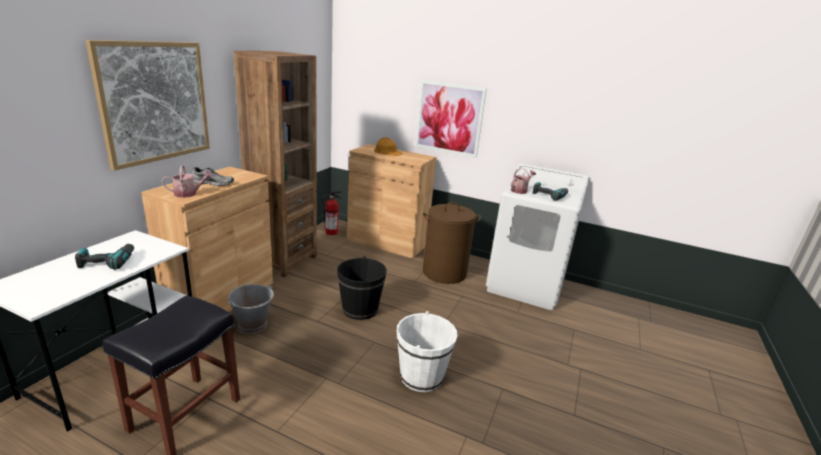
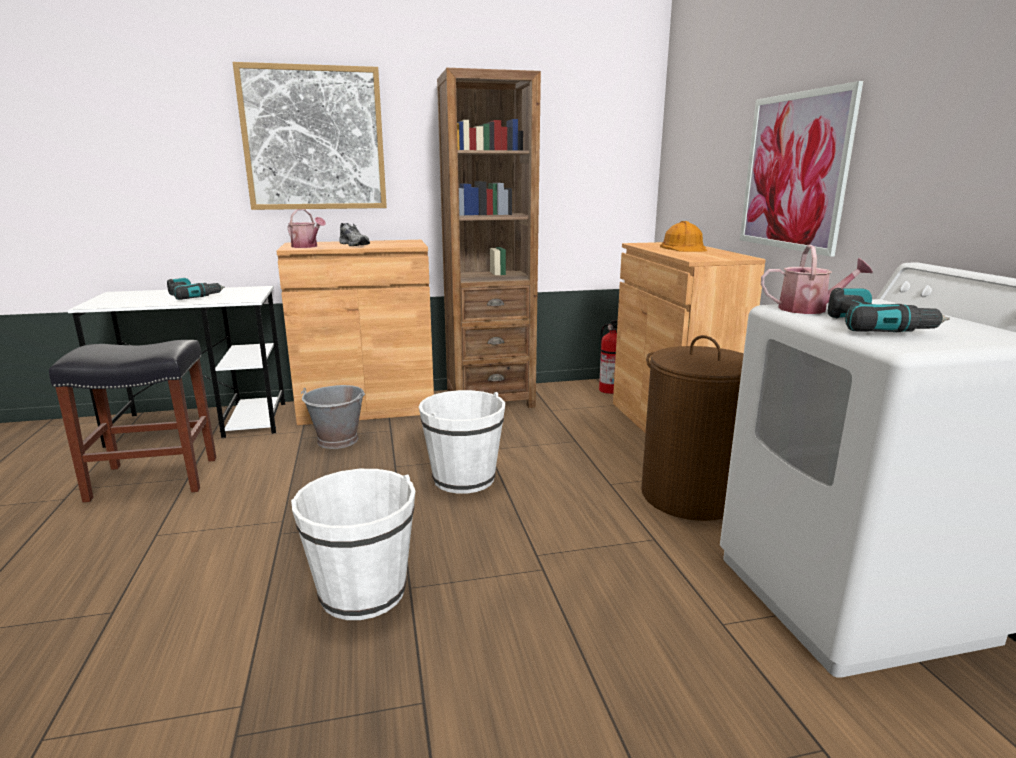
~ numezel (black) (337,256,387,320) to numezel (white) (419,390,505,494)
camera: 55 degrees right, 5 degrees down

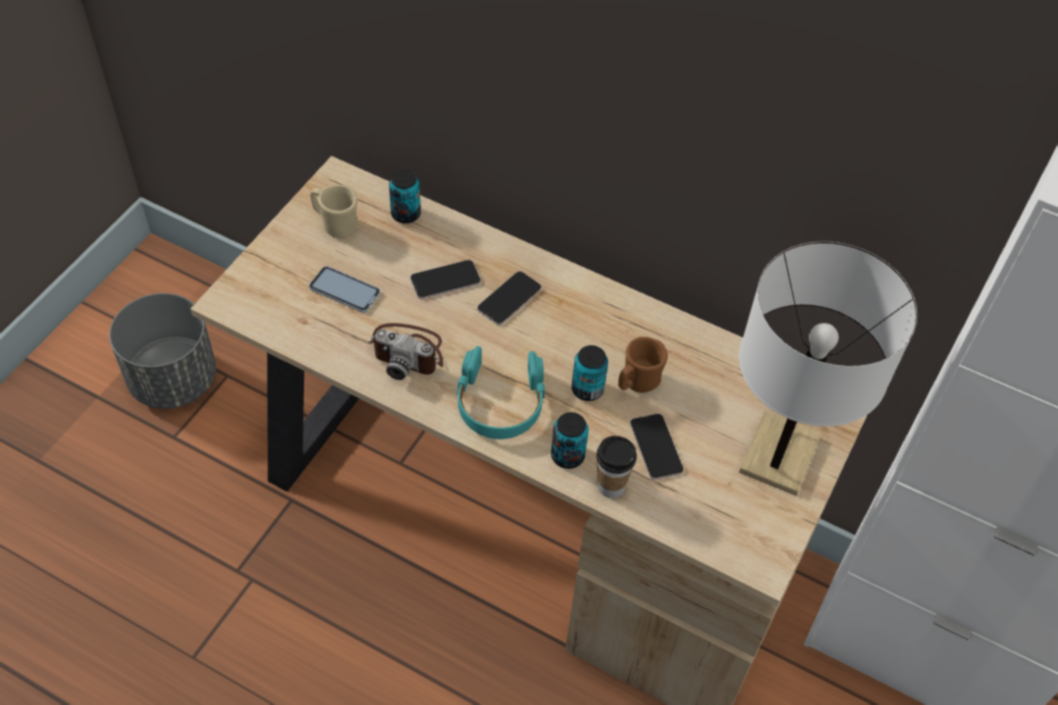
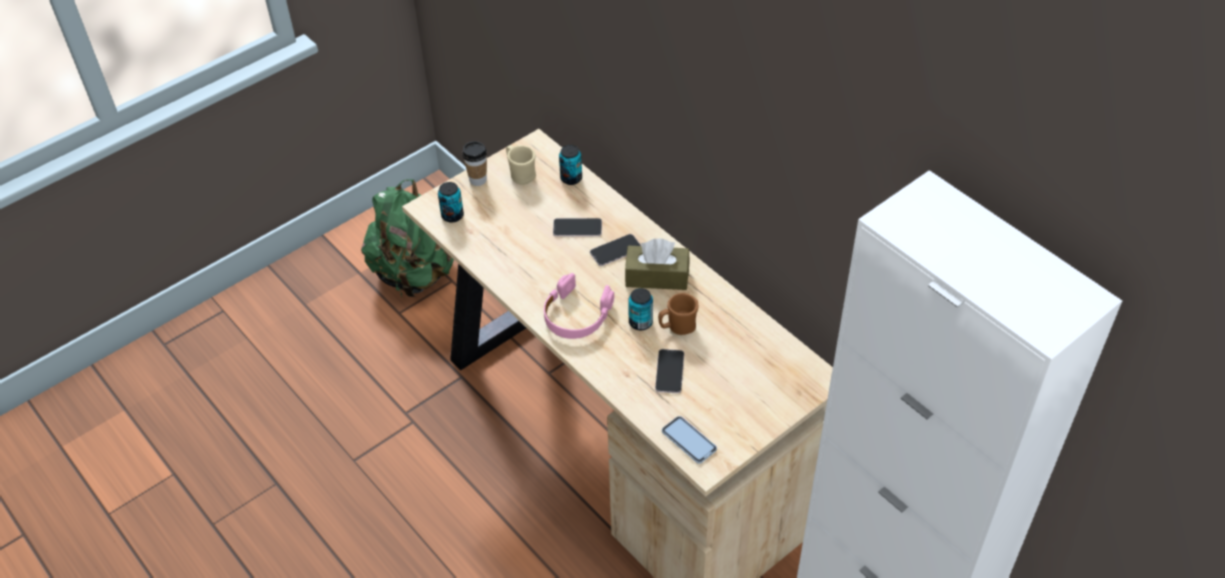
~ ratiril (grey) (109,293,216,409) to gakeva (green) (361,179,454,297)
~ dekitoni (309,266,380,313) to (662,416,717,464)
- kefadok (368,323,443,380)
~ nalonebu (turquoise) (457,346,545,439) to nalonebu (pink) (544,273,614,339)
~ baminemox (551,412,589,469) to (438,182,464,223)
~ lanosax (596,436,637,498) to (462,141,487,186)
- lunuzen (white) (739,241,917,496)
+ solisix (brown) (625,239,690,290)
camera: 25 degrees right, 5 degrees down

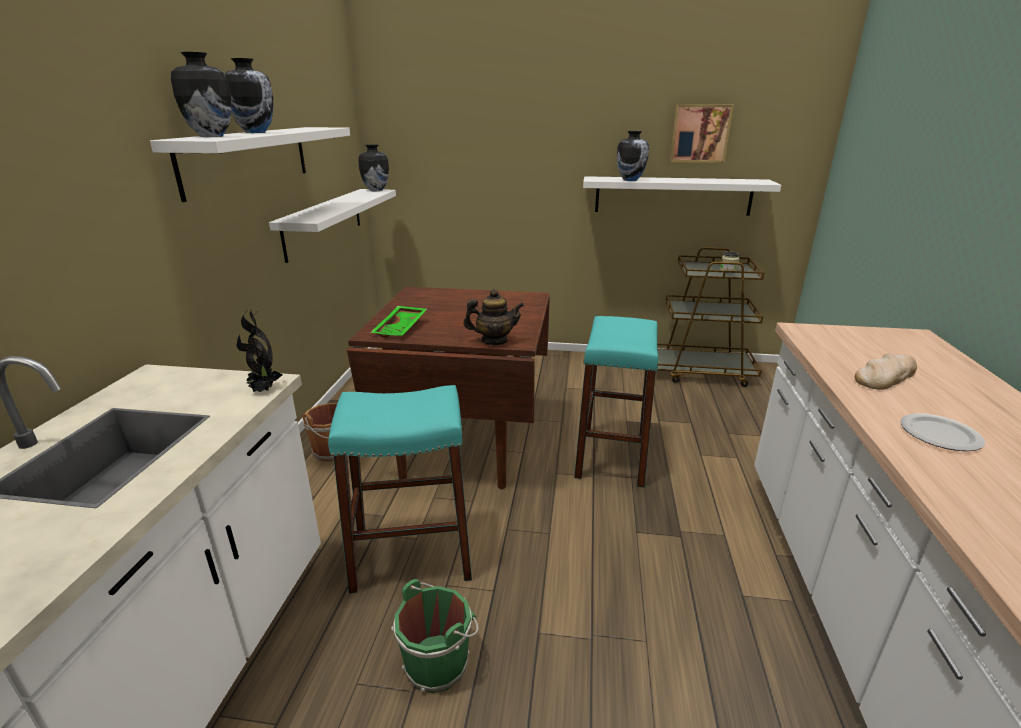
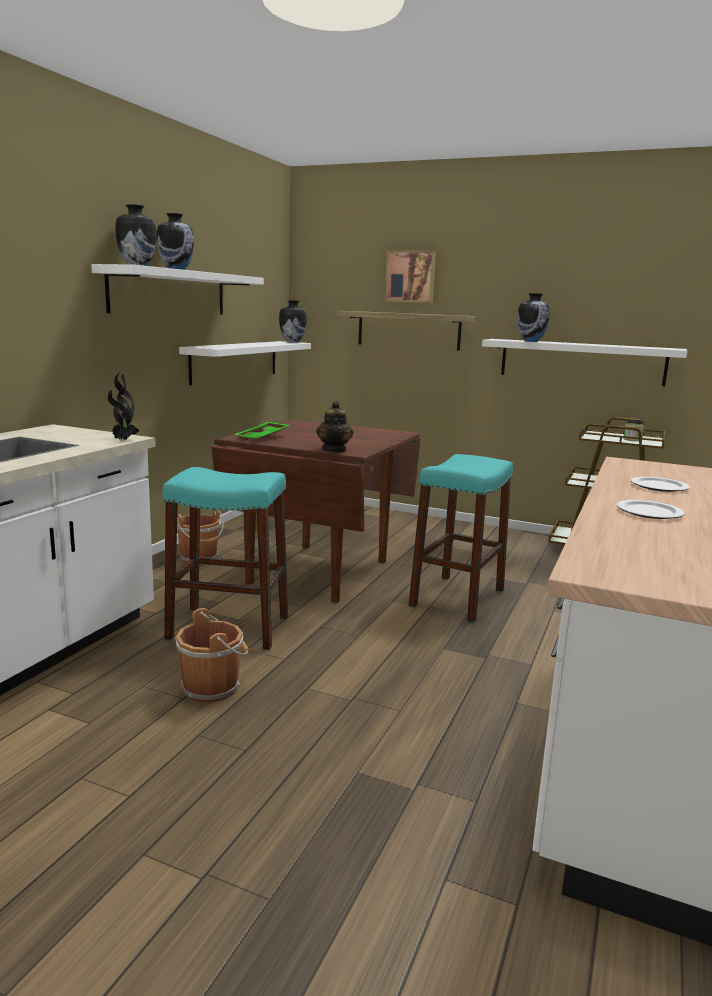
~ numezel (green) (391,579,479,693) to numezel (brown) (175,608,249,703)
~ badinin (463,289,524,345) = (316,401,354,452) 75 degrees clockwise
~ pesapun (670,105,734,163) to (385,250,436,303)
~ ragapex (855,353,917,390) to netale (631,477,690,492)
+ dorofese (336,311,475,351)
camera: 15 degrees right, 10 degrees down

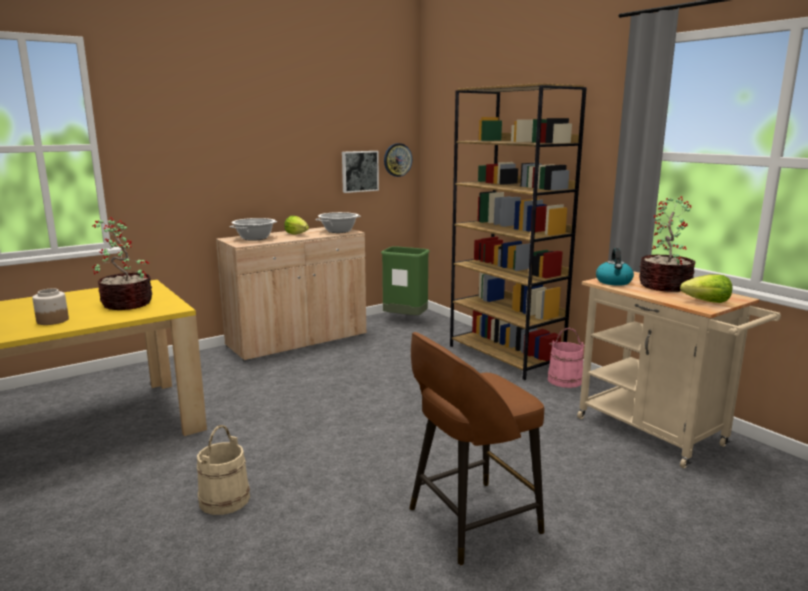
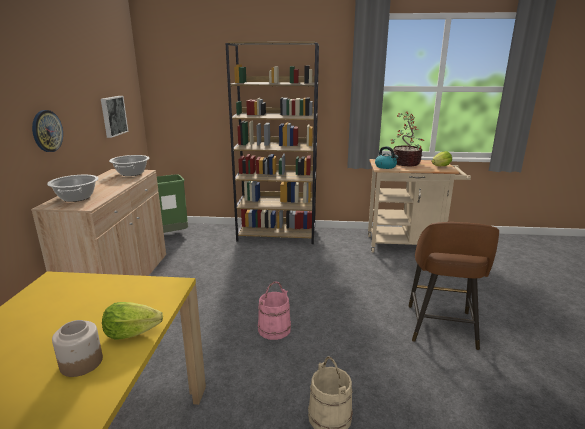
- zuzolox (92,217,152,310)
~ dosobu (284,216,309,235) to (102,302,163,340)
~ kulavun (384,143,412,177) to (32,110,63,152)
~ numezel (pink) (548,328,585,388) to (258,281,291,340)
camera: 50 degrees left, 5 degrees up

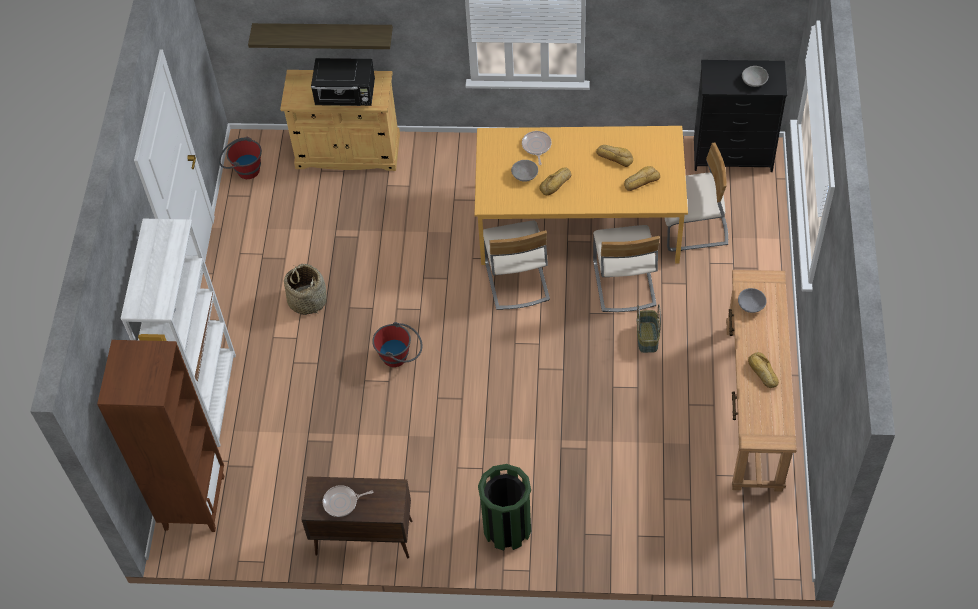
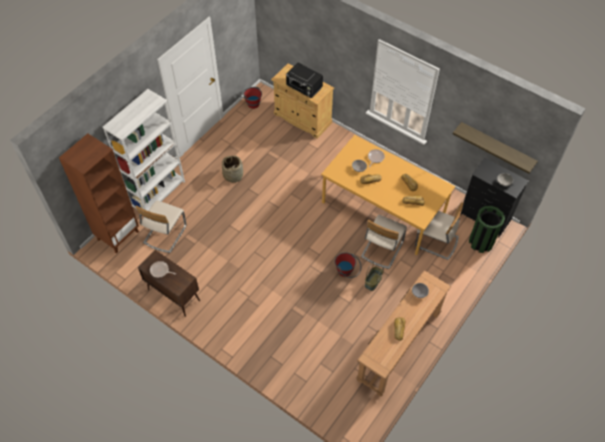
~ dorofese (248,23,393,49) to (453,122,538,174)
~ numezel (red) (372,322,422,367) to (335,252,361,278)
~ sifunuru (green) (478,464,531,551) to (469,206,505,253)
~ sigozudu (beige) (483,221,550,310) to (135,200,186,253)
camera: 30 degrees right, 0 degrees up

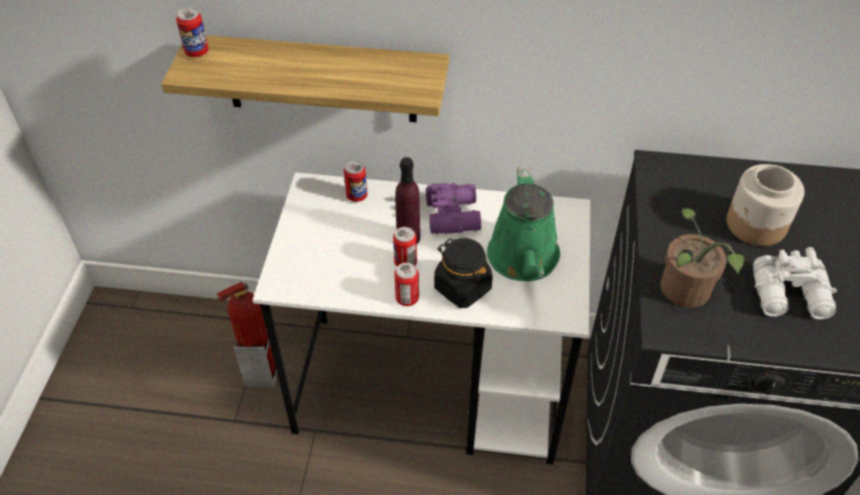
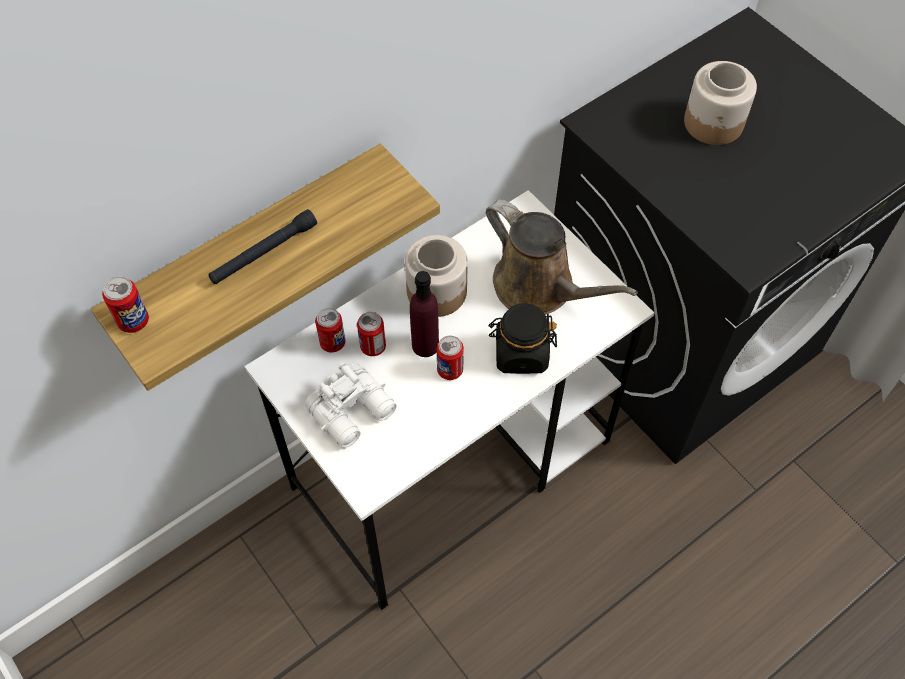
- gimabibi (216,282,277,387)
~ baminemox (394,262,419,306) to (357,312,386,356)
~ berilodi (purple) (426,182,481,234) to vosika (405,235,468,317)
~ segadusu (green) (487,167,560,281) to segadusu (brown) (486,199,638,315)
- zuzolox (660,208,745,308)
~ berilodi (white) (753,247,837,320) to (305,363,397,448)
+ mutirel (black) (208,209,317,284)
camera: 45 degrees left, 10 degrees up

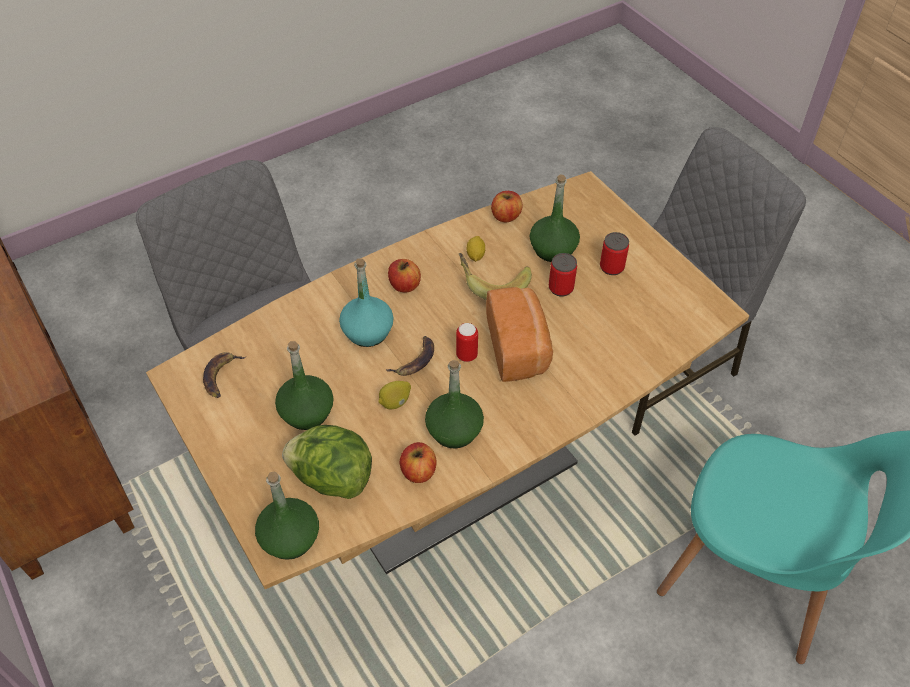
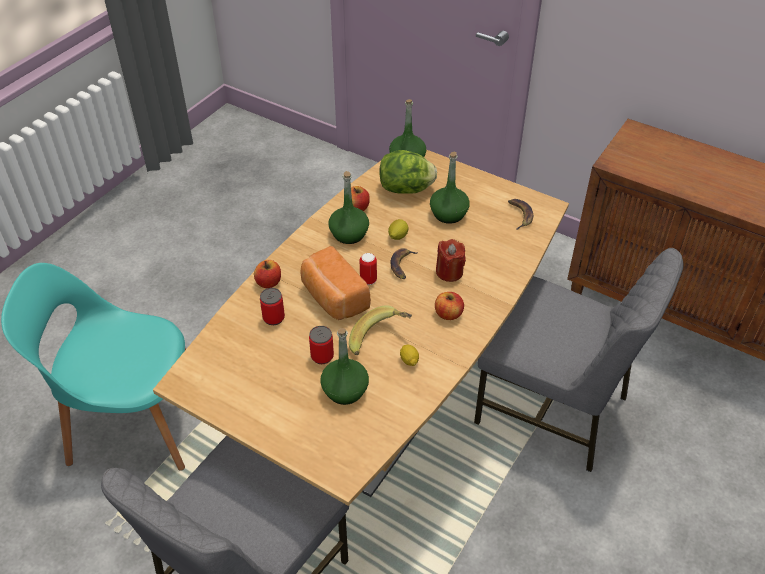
~ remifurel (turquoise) (339,258,394,347) to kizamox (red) (436,239,466,282)
~ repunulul (491,191,522,222) to (254,260,281,288)
~ baminemox (600,232,629,275) to (260,288,285,325)
camera: 155 degrees right, 5 degrees down

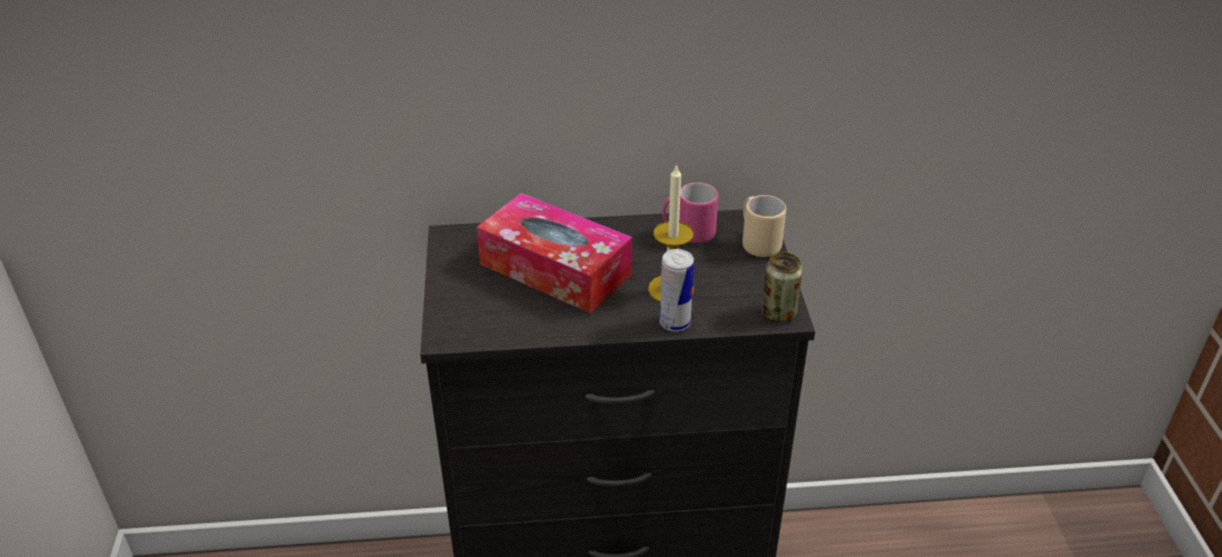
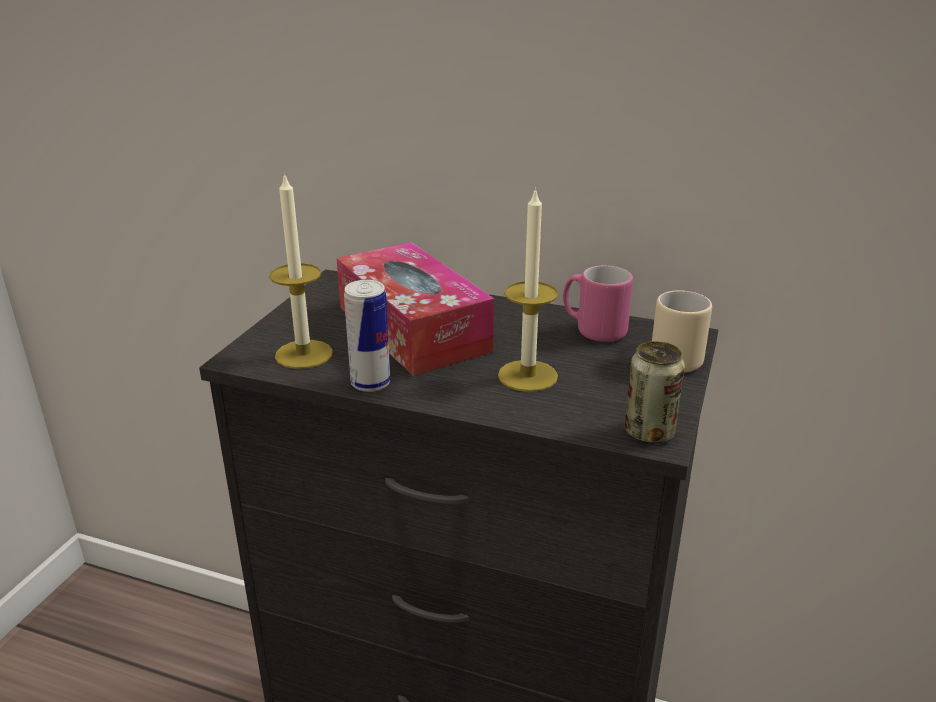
~ baminemox (660,249,694,332) to (344,280,391,392)
+ kizamox (269,172,333,369)
camera: 25 degrees right, 10 degrees down

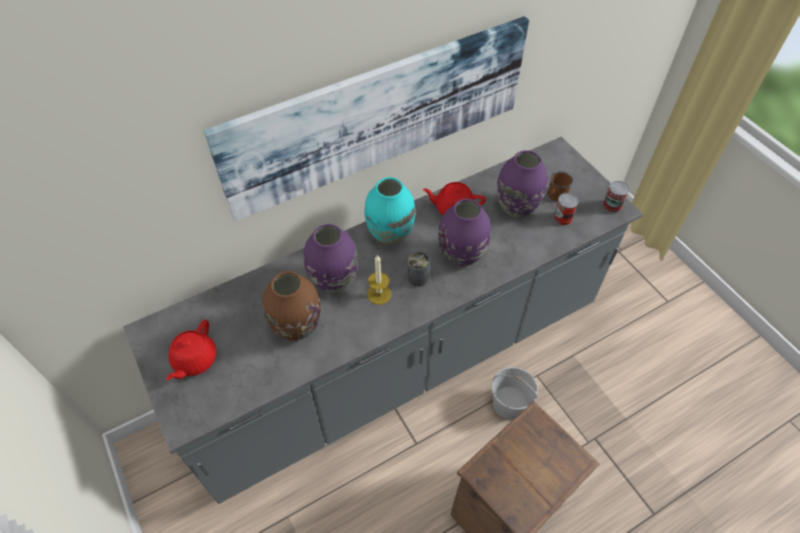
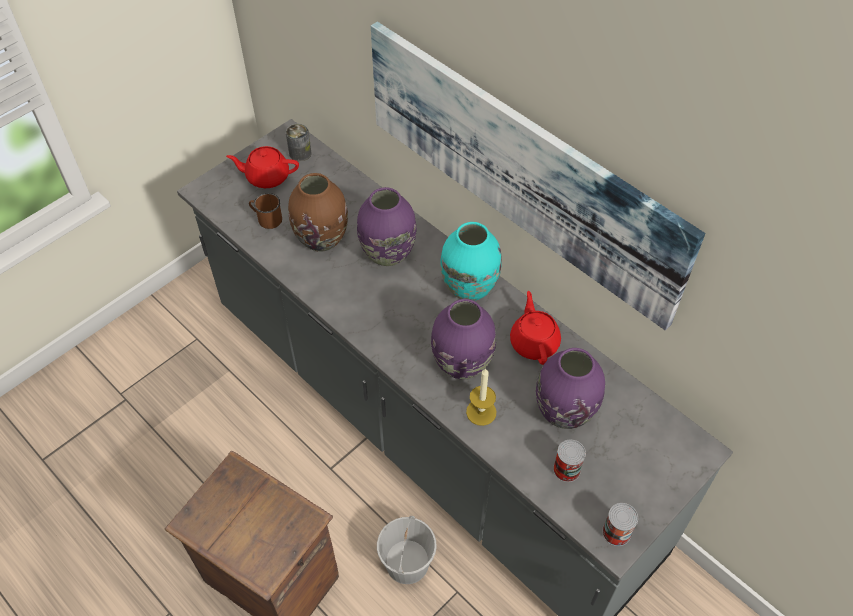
~ kizamox (367,254,391,305) to (466,368,496,426)
~ baminemox (407,252,430,287) to (286,124,311,161)
~ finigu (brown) (548,172,573,201) to (249,193,282,229)
camera: 75 degrees right, 0 degrees up

